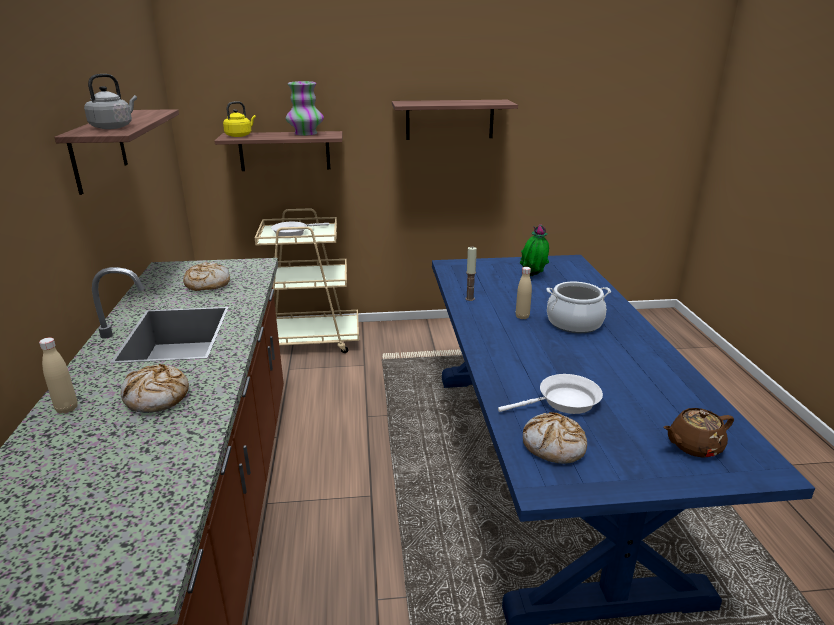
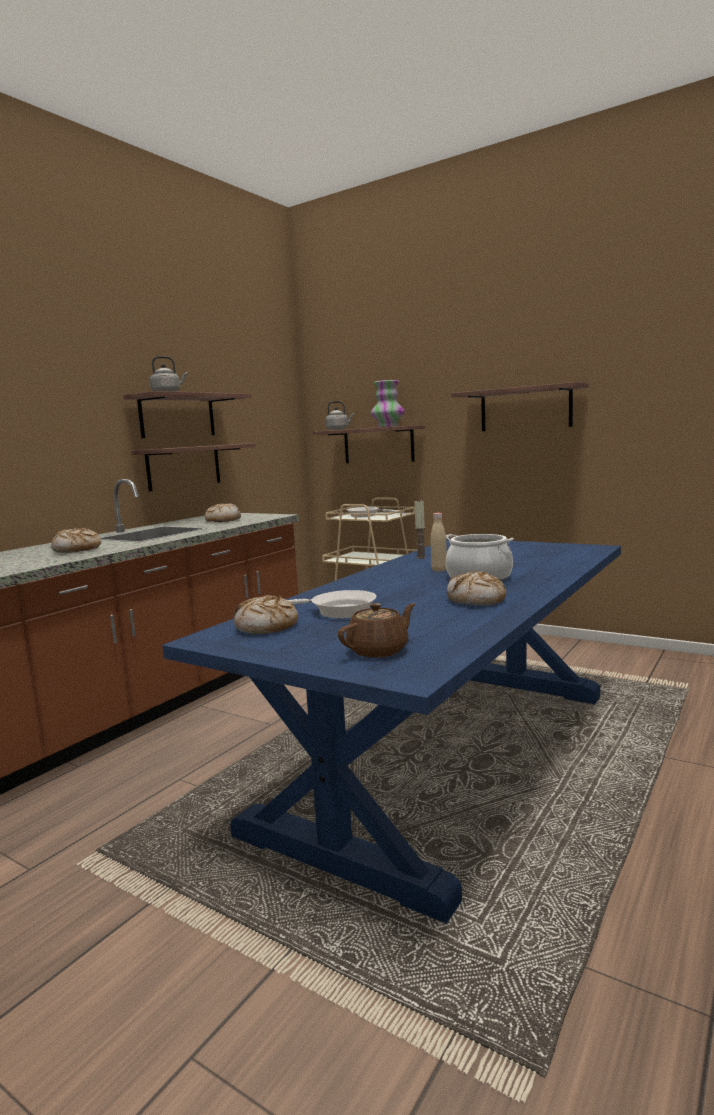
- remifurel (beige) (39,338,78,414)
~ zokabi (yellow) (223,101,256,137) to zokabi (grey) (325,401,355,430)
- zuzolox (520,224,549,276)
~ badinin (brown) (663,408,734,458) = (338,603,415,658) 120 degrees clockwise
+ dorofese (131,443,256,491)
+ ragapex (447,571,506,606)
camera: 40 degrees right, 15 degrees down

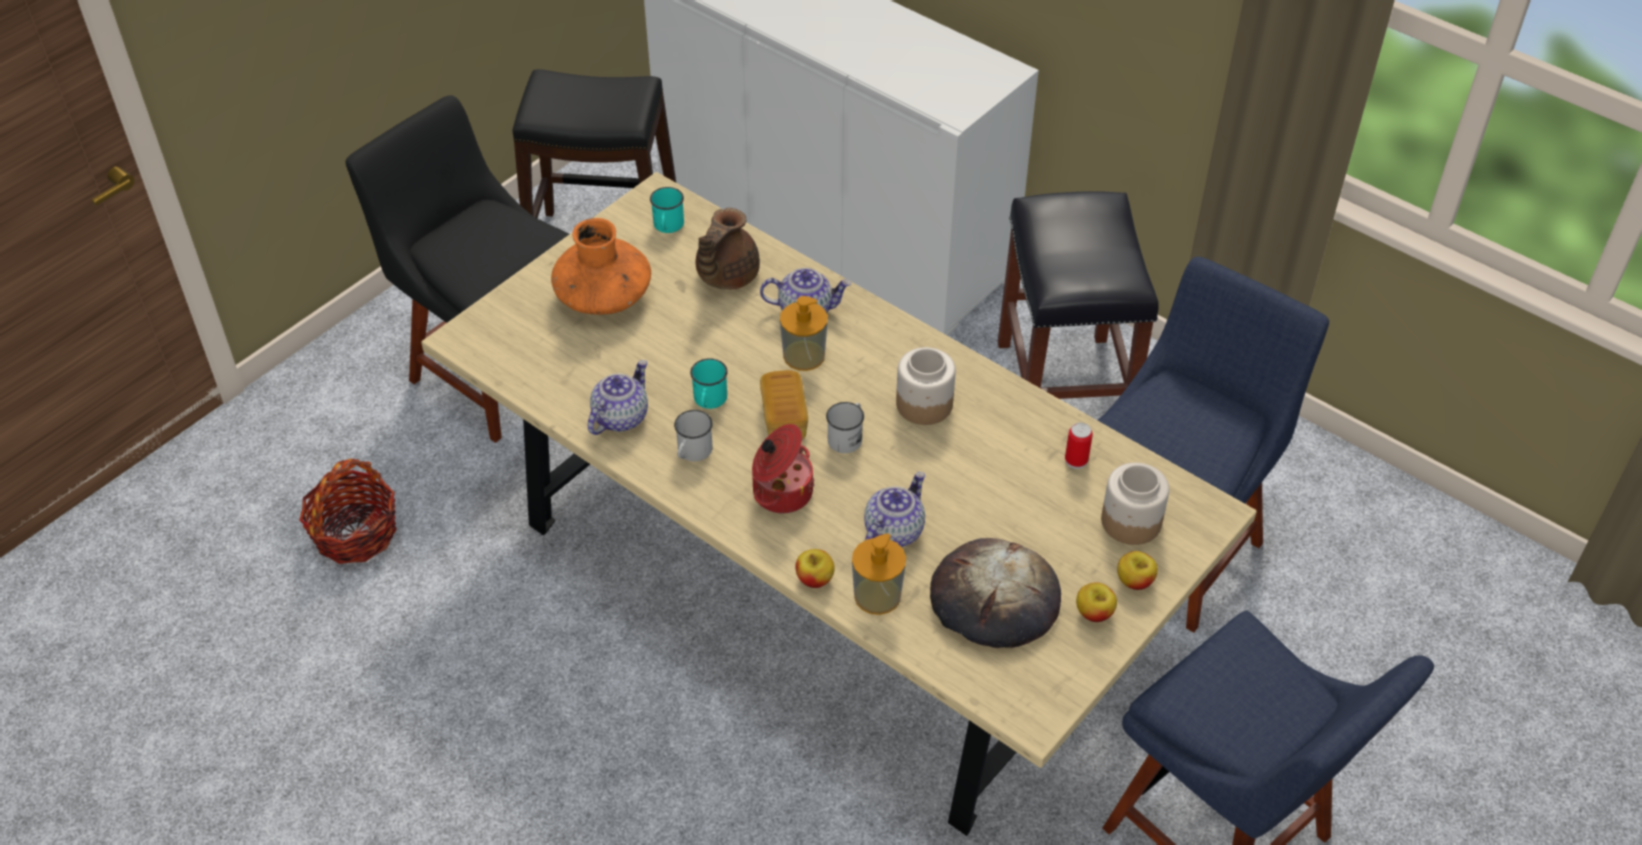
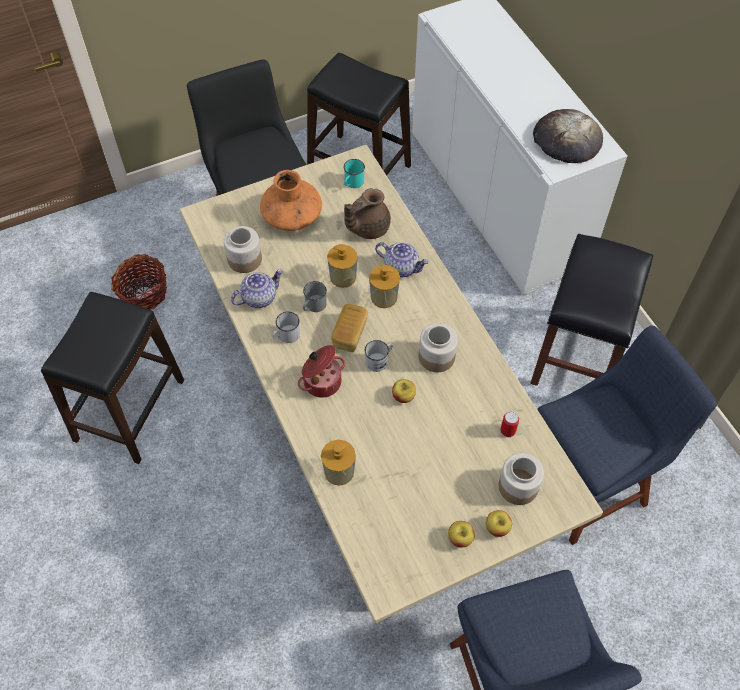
~ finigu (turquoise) (690,358,728,409) to finigu (grey) (303,281,327,312)
~ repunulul (795,549,835,588) to (392,379,416,403)
- badinin (864,472,925,547)
~ ragapex (930,538,1061,648) to (533,109,603,163)
+ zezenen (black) (41,292,184,464)
+ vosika (224,226,262,273)
+ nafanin (327,244,358,288)
camera: 25 degrees right, 10 degrees up

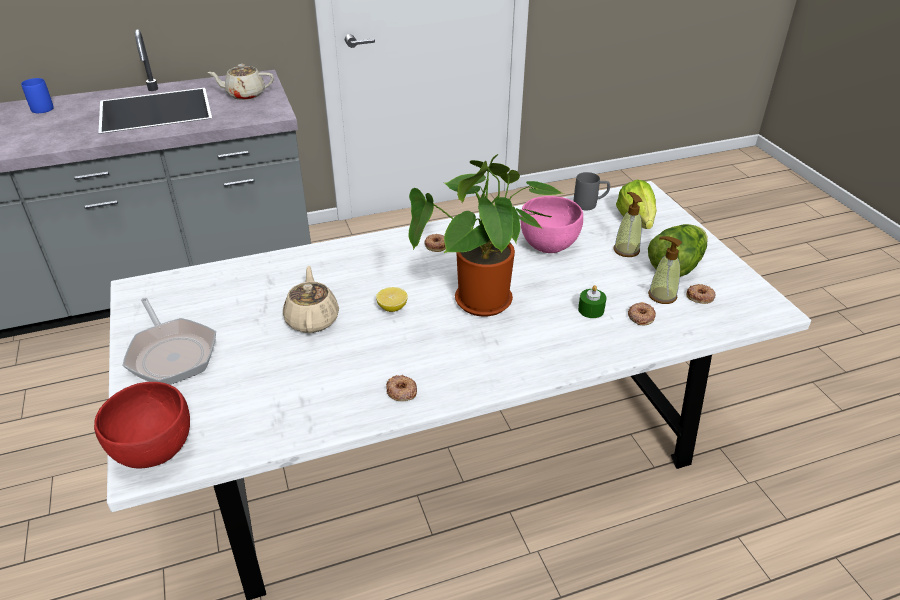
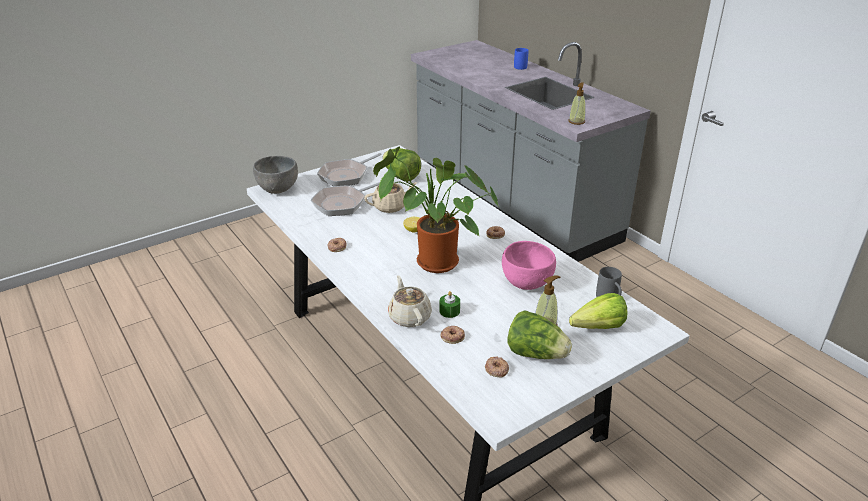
~ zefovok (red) (94,382,190,468) to zefovok (grey) (253,156,298,194)
~ badinin (beige) (207,64,274,100) to (388,275,432,327)
~ nafanin (648,236,682,304) to (569,82,586,125)
+ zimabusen (311,182,380,216)
+ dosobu (382,148,421,182)
camera: 75 degrees right, 5 degrees down

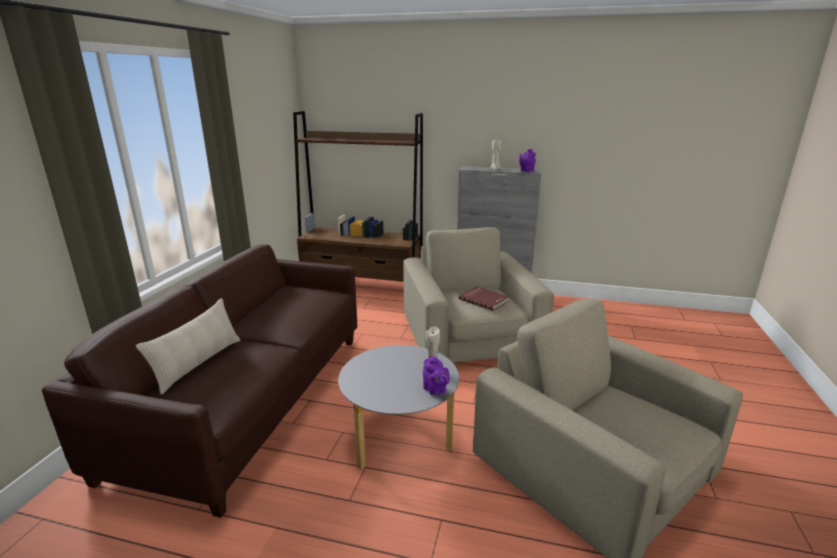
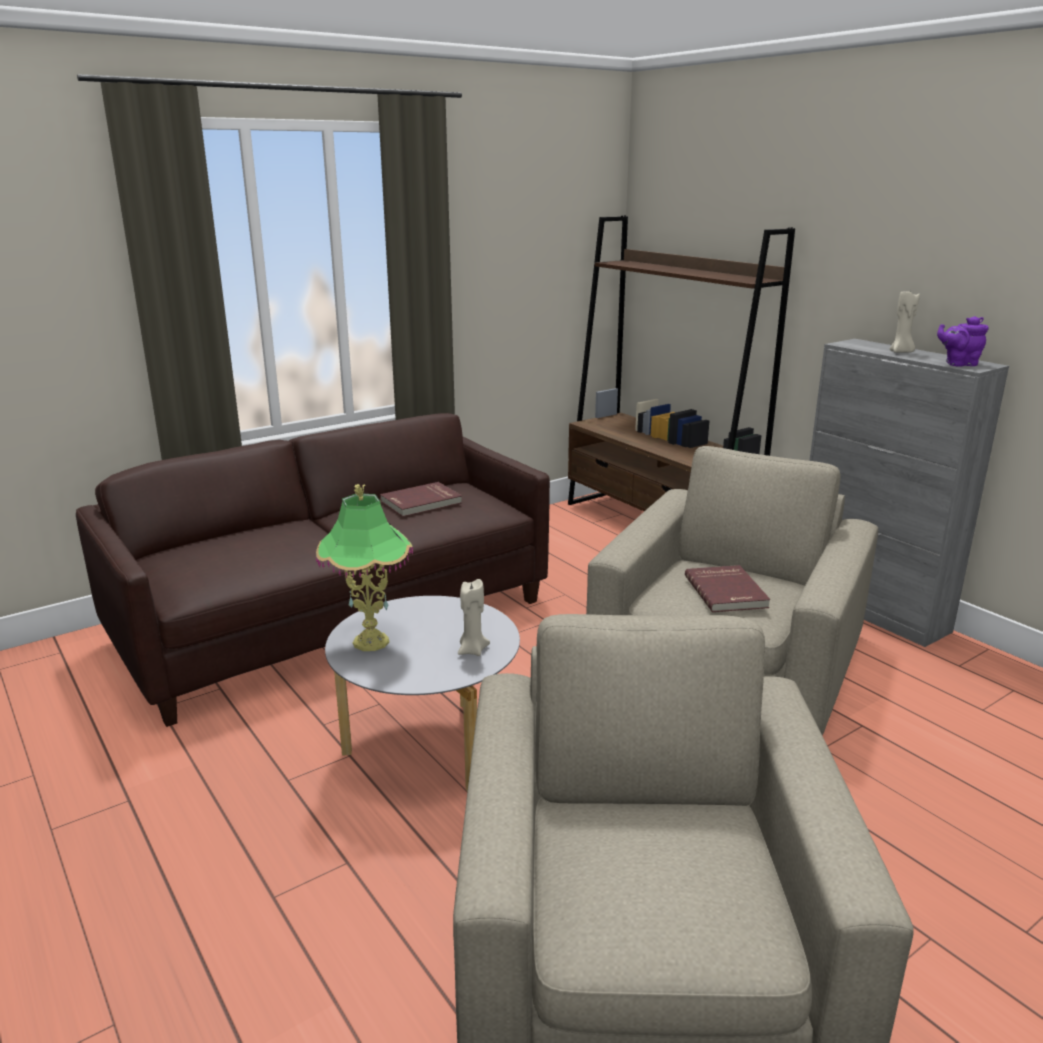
- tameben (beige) (136,298,240,395)
- badinin (purple) (423,355,450,396)
+ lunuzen (316,484,413,651)
+ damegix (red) (380,482,462,517)
camera: 40 degrees right, 0 degrees up

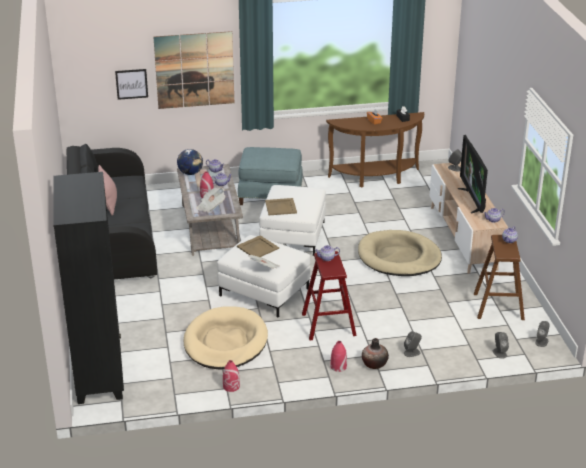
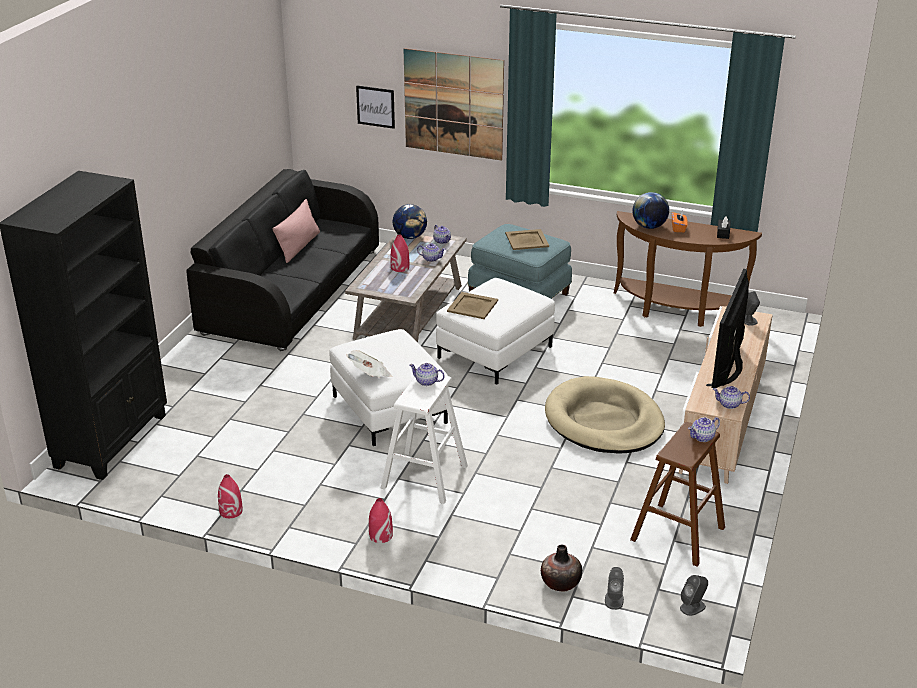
- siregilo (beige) (184,306,268,369)
- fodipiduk (196,188,225,213)
~ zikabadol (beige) (237,235,279,257) to (505,229,549,250)
~ zezenen (red) (302,251,357,340) to zezenen (white) (381,374,468,504)
~ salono (362,338,389,369) to (541,545,582,591)
- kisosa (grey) (404,331,422,357)
+ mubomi (632,192,669,229)
camera: 30 degrees right, 0 degrees up

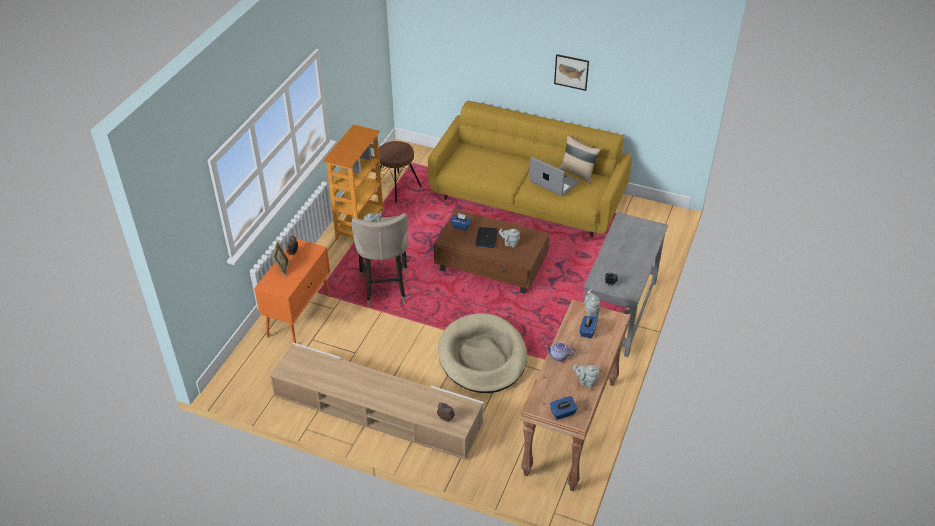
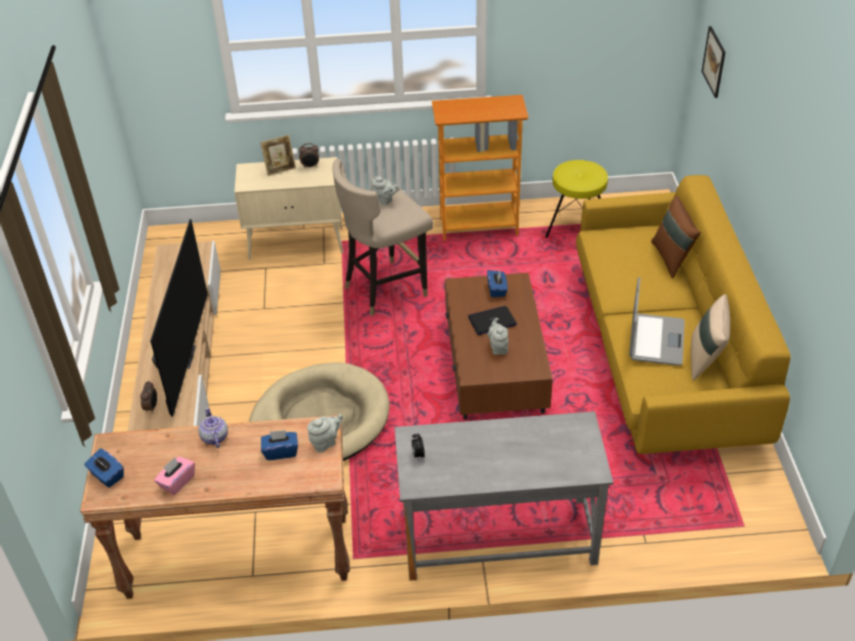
~ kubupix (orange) (254,239,331,343) to kubupix (beige) (234,157,343,260)
~ zezenen (brown) (375,141,422,203) to zezenen (yellow) (545,160,608,238)
~ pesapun (554,54,589,91) to (702,26,725,98)
~ badinin (grey) (573,364,599,388) to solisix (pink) (154,456,195,495)
+ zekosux (150,219,208,417)
+ tameben (brown) (651,196,701,278)
camera: 65 degrees right, 0 degrees up

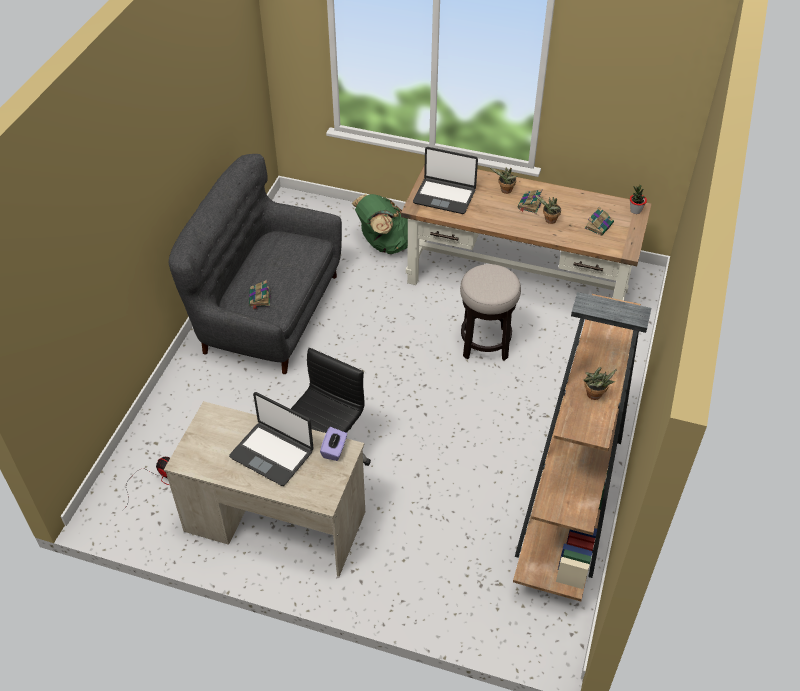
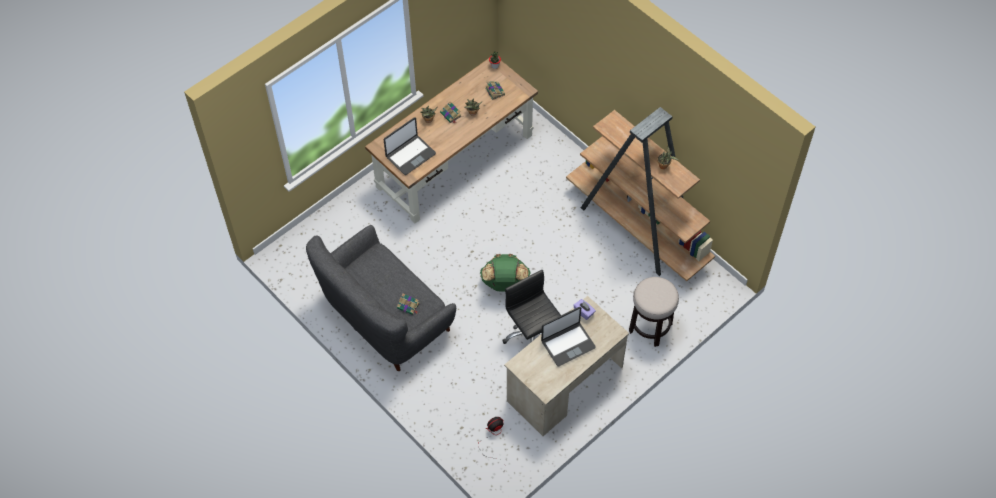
~ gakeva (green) (352,194,408,254) to (480,254,531,292)
~ zezenen (460,264,521,361) to (629,277,679,347)
camera: 60 degrees left, 10 degrees up

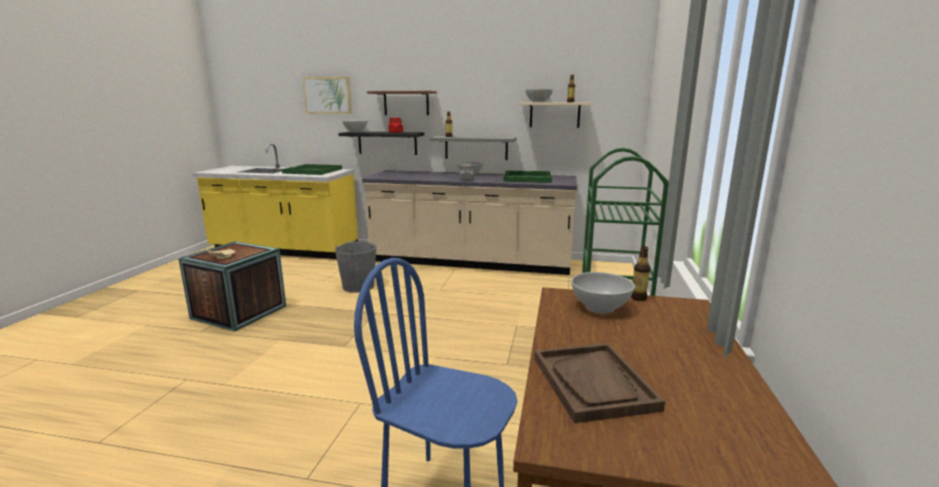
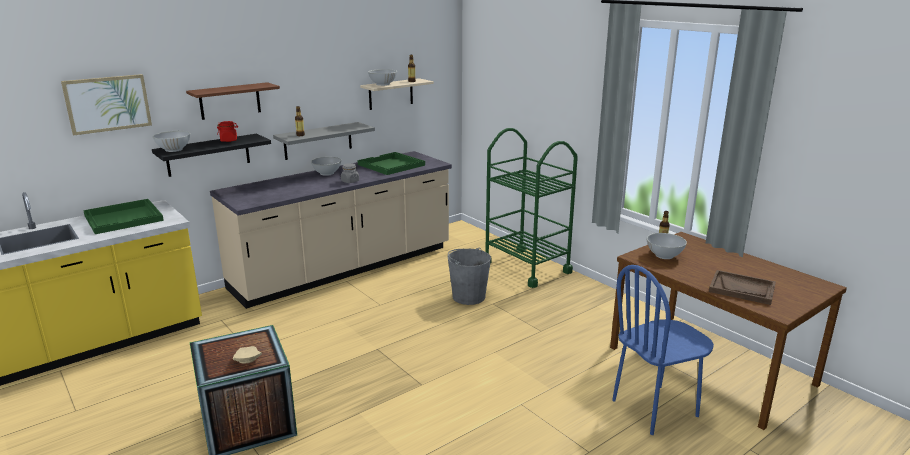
~ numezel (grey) (335,241,377,293) to (448,248,491,305)
camera: 50 degrees left, 5 degrees up

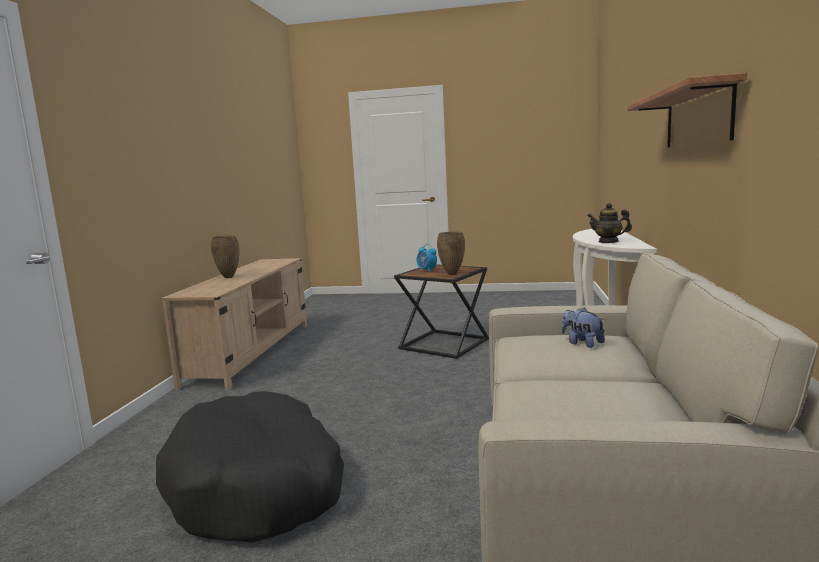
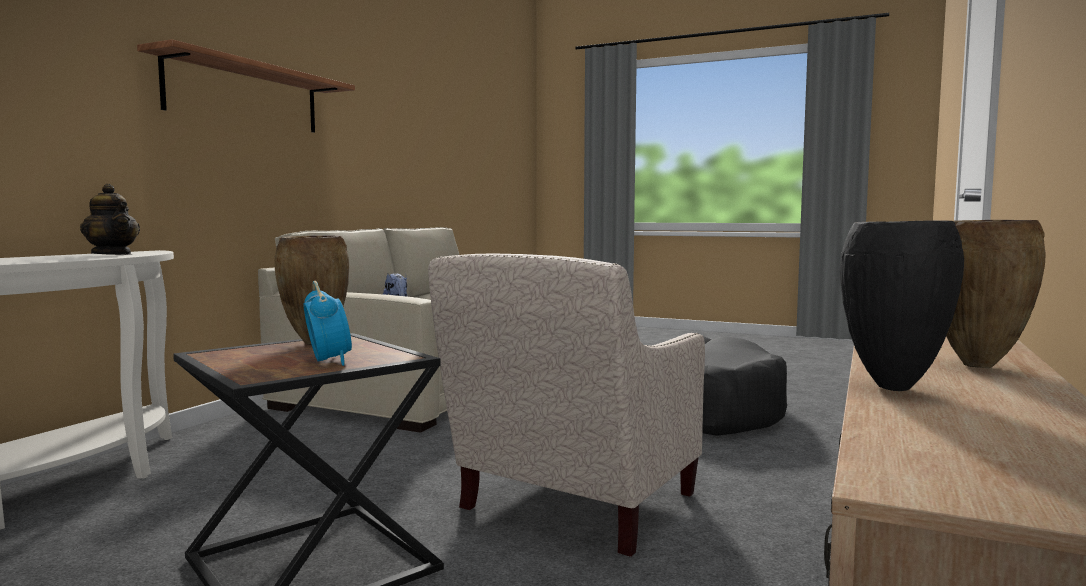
+ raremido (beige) (428,253,705,557)
+ salono (black) (840,220,964,391)
camera: 165 degrees left, 5 degrees down

